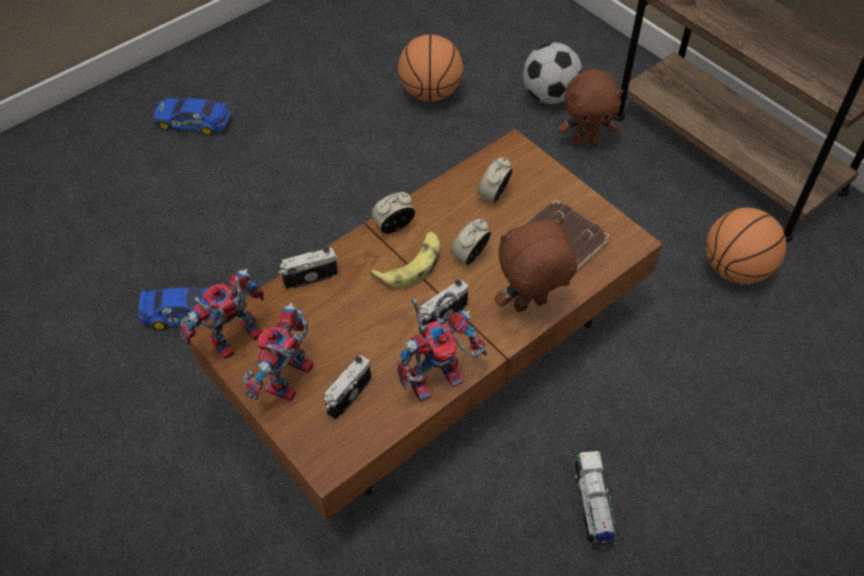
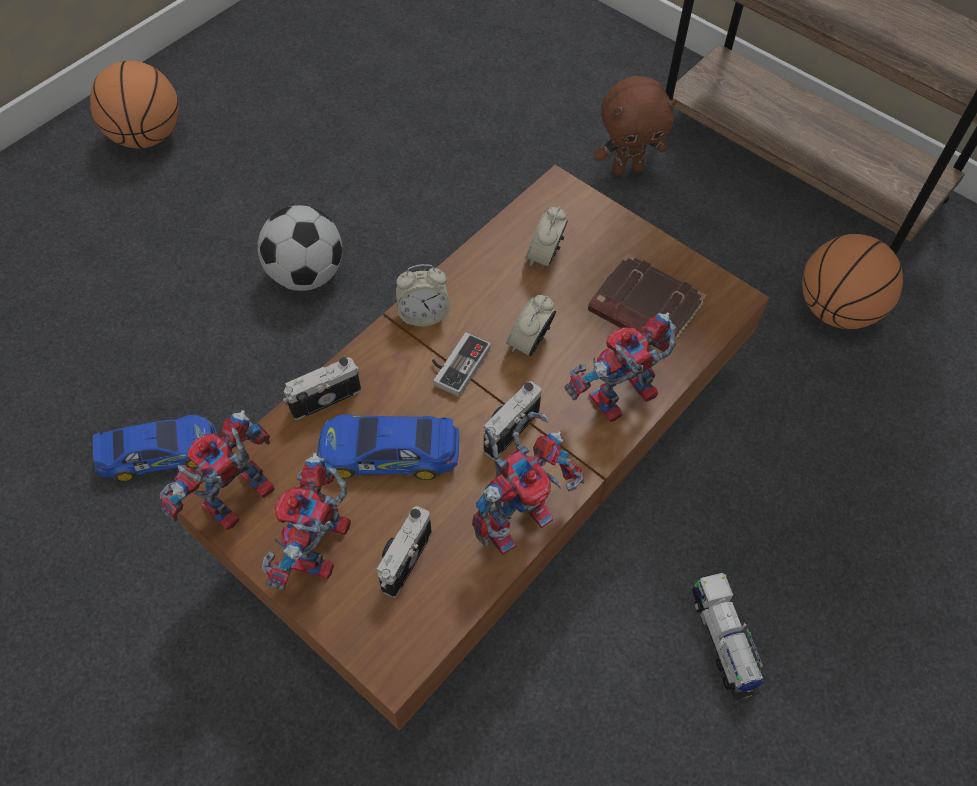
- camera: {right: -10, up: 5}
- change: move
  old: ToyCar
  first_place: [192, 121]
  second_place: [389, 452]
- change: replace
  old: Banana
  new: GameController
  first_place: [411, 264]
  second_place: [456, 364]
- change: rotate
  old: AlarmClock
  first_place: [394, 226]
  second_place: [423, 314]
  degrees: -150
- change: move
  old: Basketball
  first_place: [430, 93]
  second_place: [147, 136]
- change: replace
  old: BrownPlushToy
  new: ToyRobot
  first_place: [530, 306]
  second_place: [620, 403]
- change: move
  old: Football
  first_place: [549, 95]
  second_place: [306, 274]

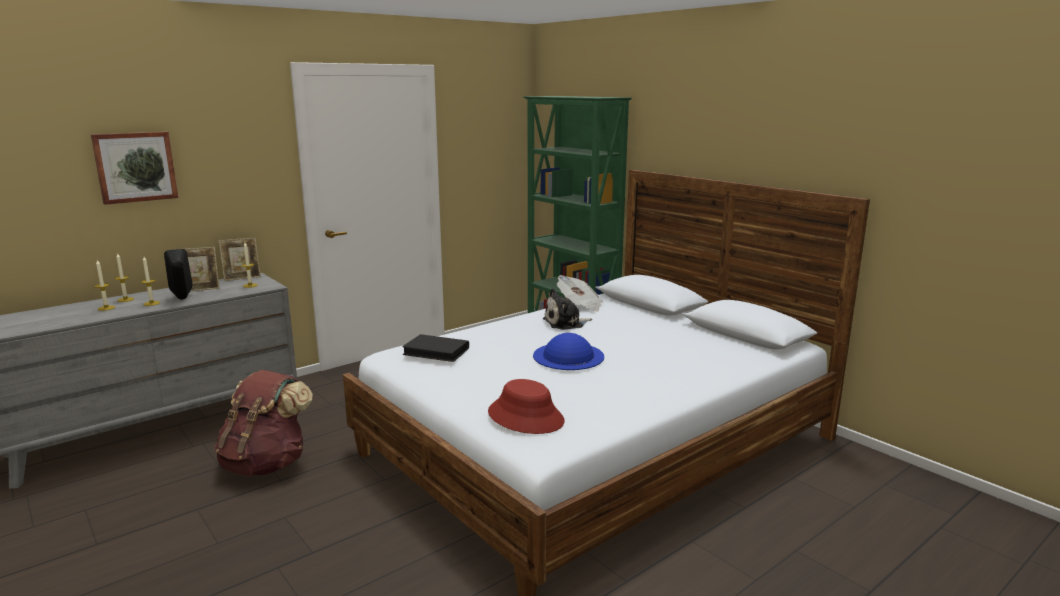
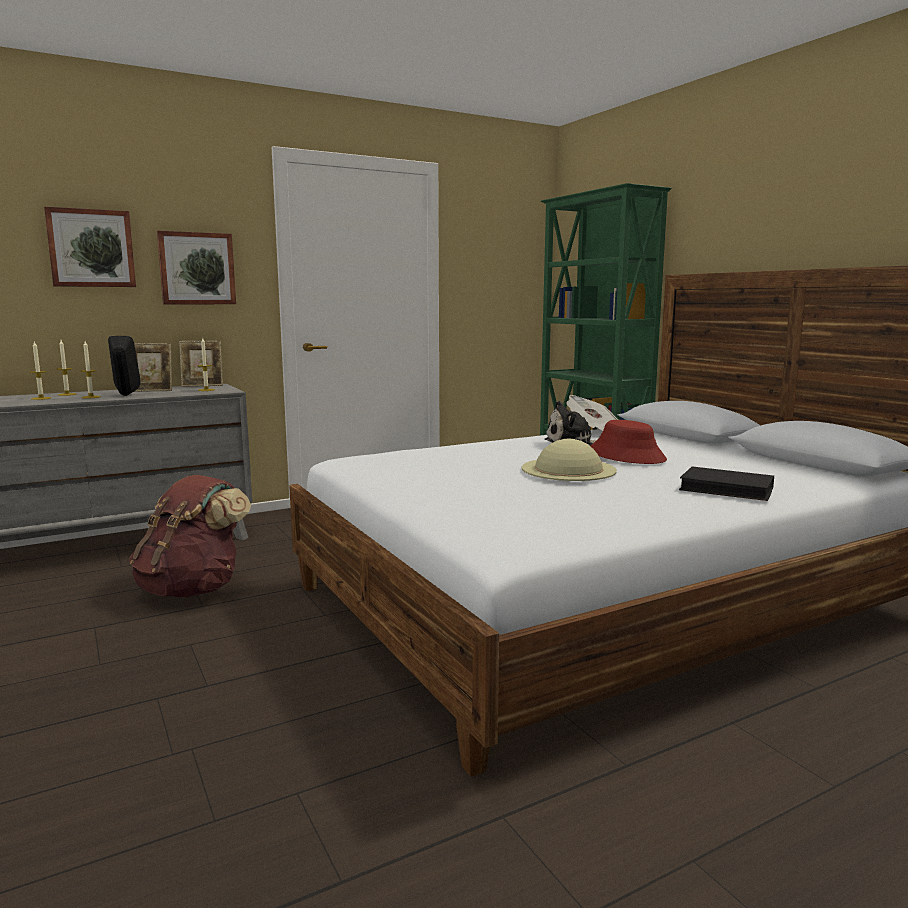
- camera: {right: 10, up: -5}
- change: move
  old: BlackBook
  first_place: [436, 351]
  second_place: [727, 489]
- change: move
  old: RedHat
  first_place: [526, 417]
  second_place: [626, 456]
- change: recolor
  old: BlueHat
  new: BeigeHat
  first_place: [568, 356]
  second_place: [568, 469]
- change: insert
  new: Picture
  second_place: [197, 268]

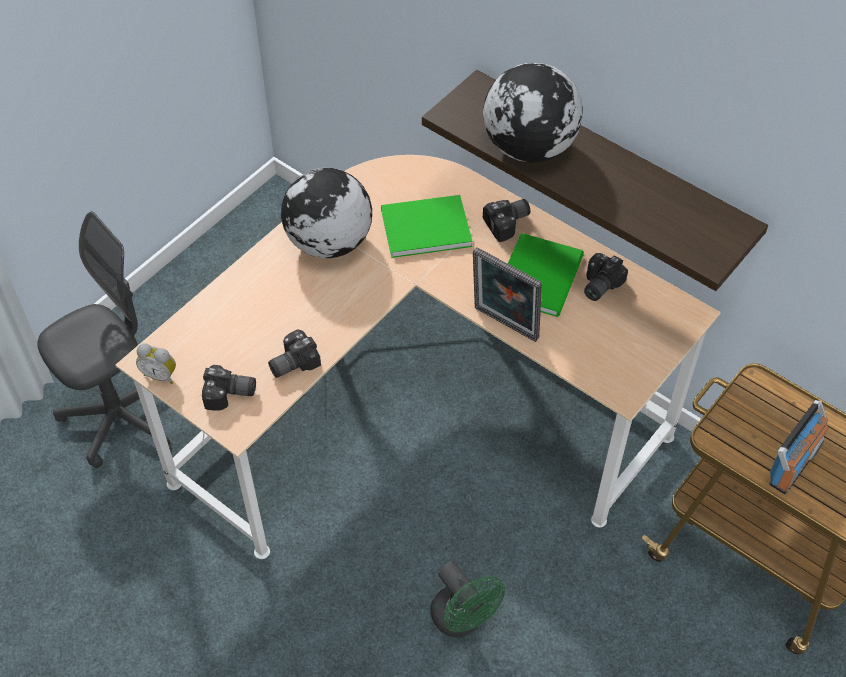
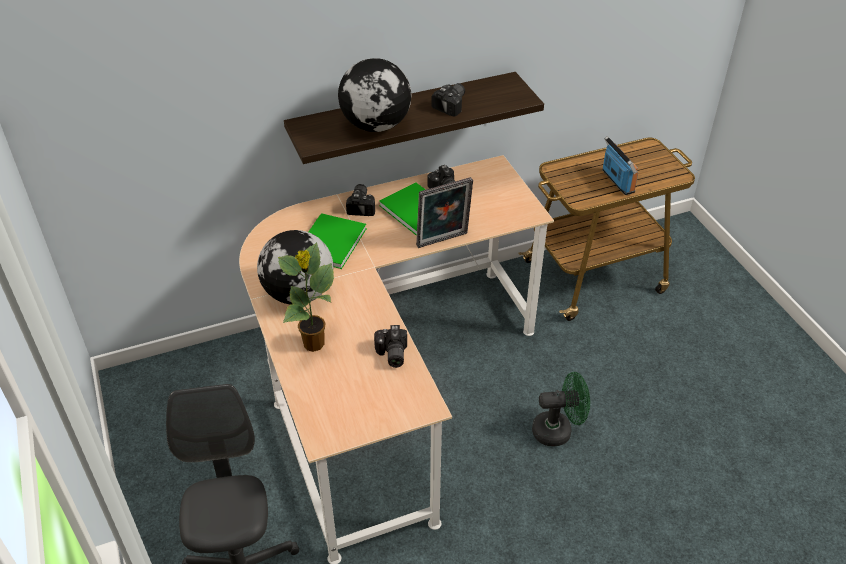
- camera: {right: -60, up: -10}
- change: delete
  old: AlarmClock
  first_place: [161, 375]
- change: move
  old: PhotoCamera
  first_place: [230, 395]
  second_place: [452, 105]
- change: insert
  new: PottedPlant
  second_place: [314, 345]

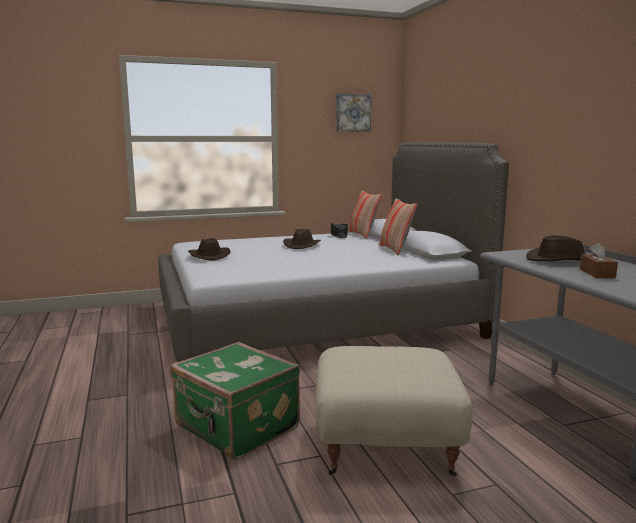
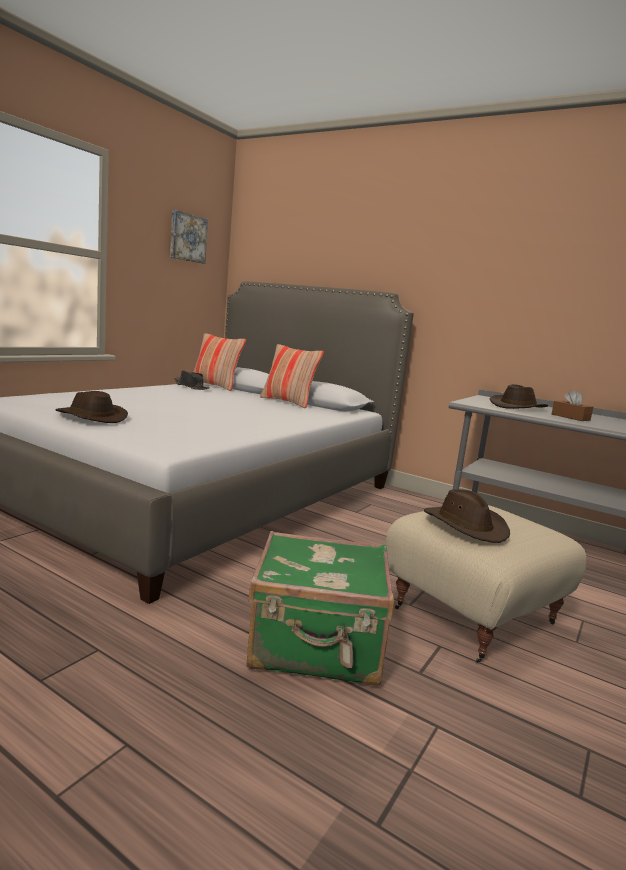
- camera: {right: -40, up: 0}
- change: move
  old: BrownHat
  first_place: [302, 245]
  second_place: [465, 525]

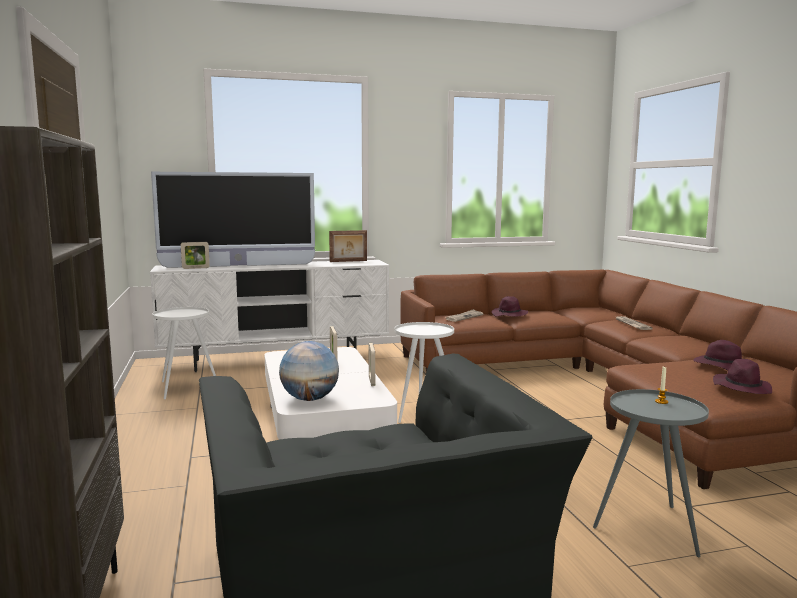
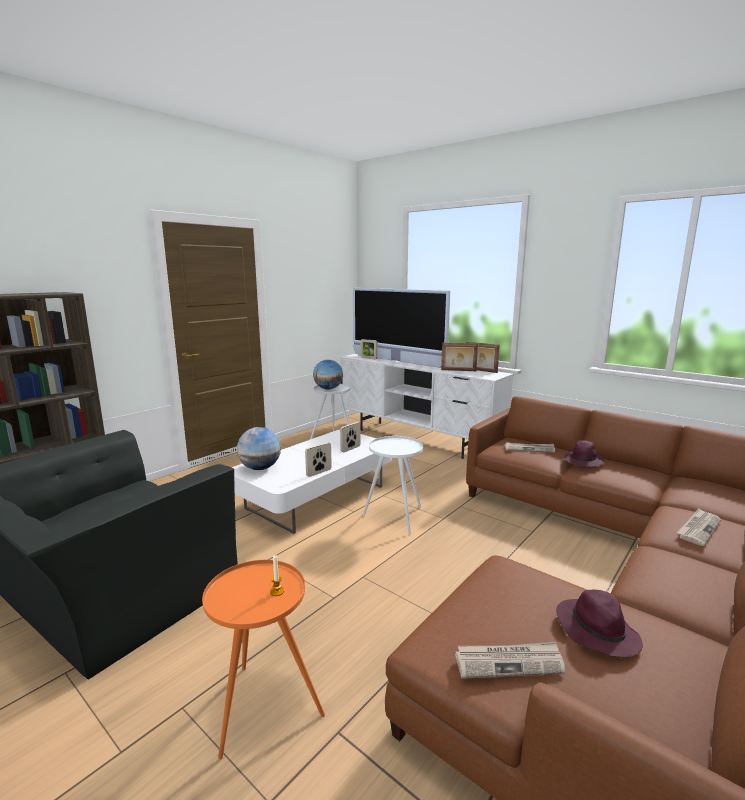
- camera: {right: 55, up: 5}
- change: recolor
  old: GreySideTable
  new: OrangeSideTable
  first_place: [648, 528]
  second_place: [264, 706]
- change: replace
  old: PurpleHat
  new: Newspaper
  first_place: [741, 388]
  second_place: [509, 662]
- change: insert
  new: Globe
  second_place: [328, 389]
- change: insert
  new: PictureFrame
  second_place: [458, 370]

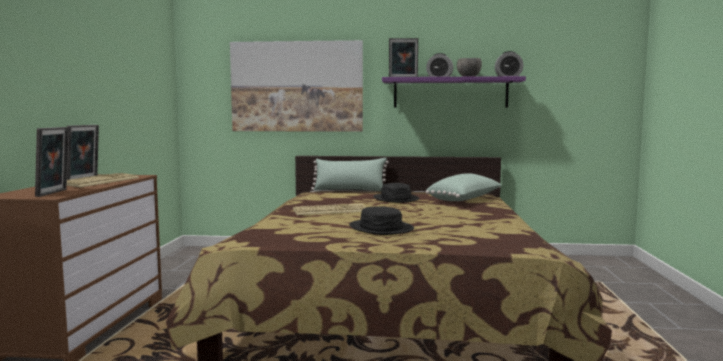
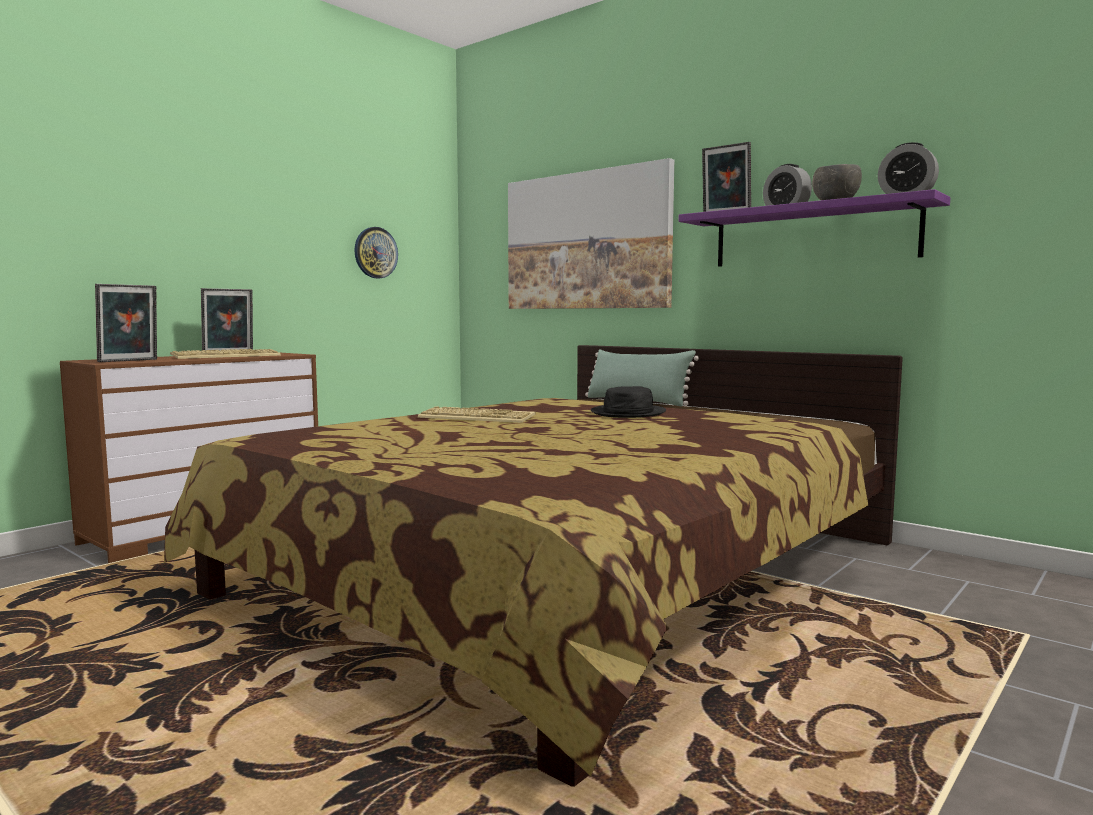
- camera: {right: 35, up: 0}
- change: delete
  old: BlackHat
  first_place: [380, 228]
- change: delete
  old: GreenPillow
  first_place: [465, 200]
- change: insert
  new: WallClock
  second_place: [375, 252]

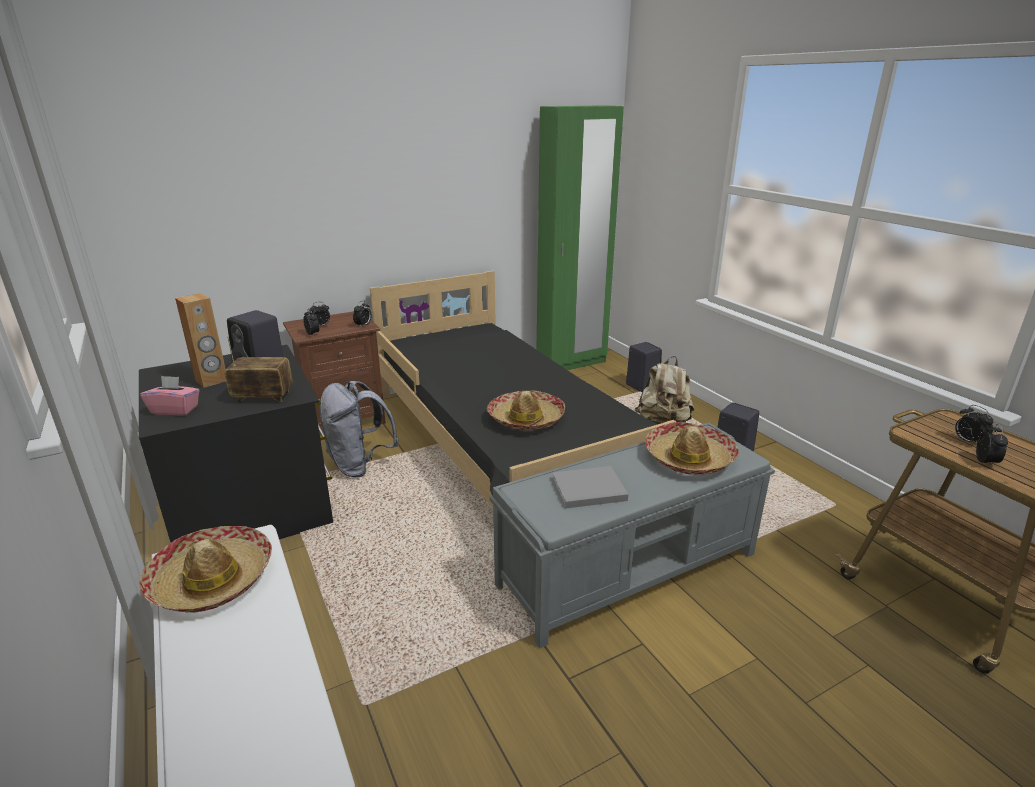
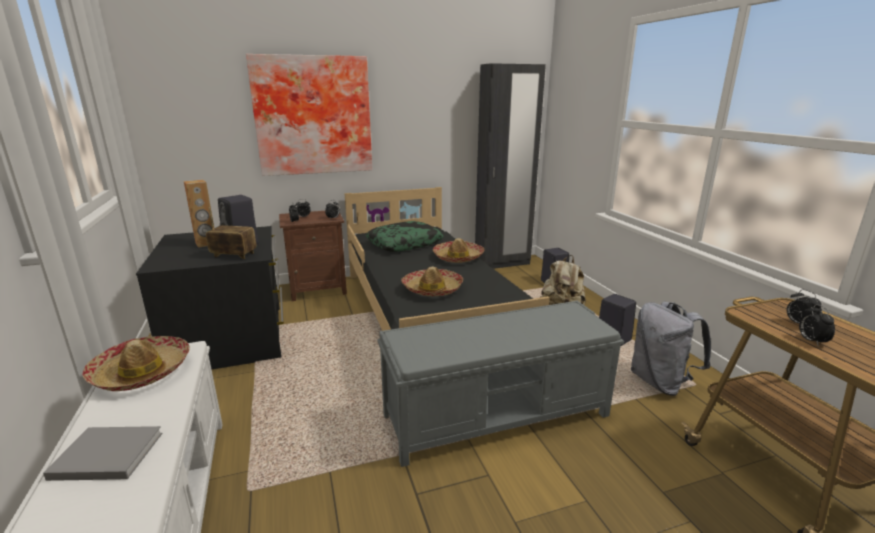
- camera: {right: 10, up: -5}
- change: delete
  old: PinkTissueBox
  first_place: [175, 410]
- change: move
  old: GreyBackpack
  first_place: [360, 465]
  second_place: [660, 382]
- change: recolor
  old: GreenWardrobe
  new: BlackWardrobe
  first_place: [571, 363]
  second_place: [502, 264]
- change: move
  old: GreyBook
  first_place: [586, 489]
  second_place: [105, 455]
- change: move
  old: Hat
  first_place: [689, 458]
  second_place: [458, 257]
- change: rotate
  old: AlarmClock
  first_place: [986, 462]
  second_place: [811, 341]
  degrees: 150
- change: insert
  new: Picture
  second_place: [313, 116]
- change: insert
  new: Pillow
  second_place: [404, 244]

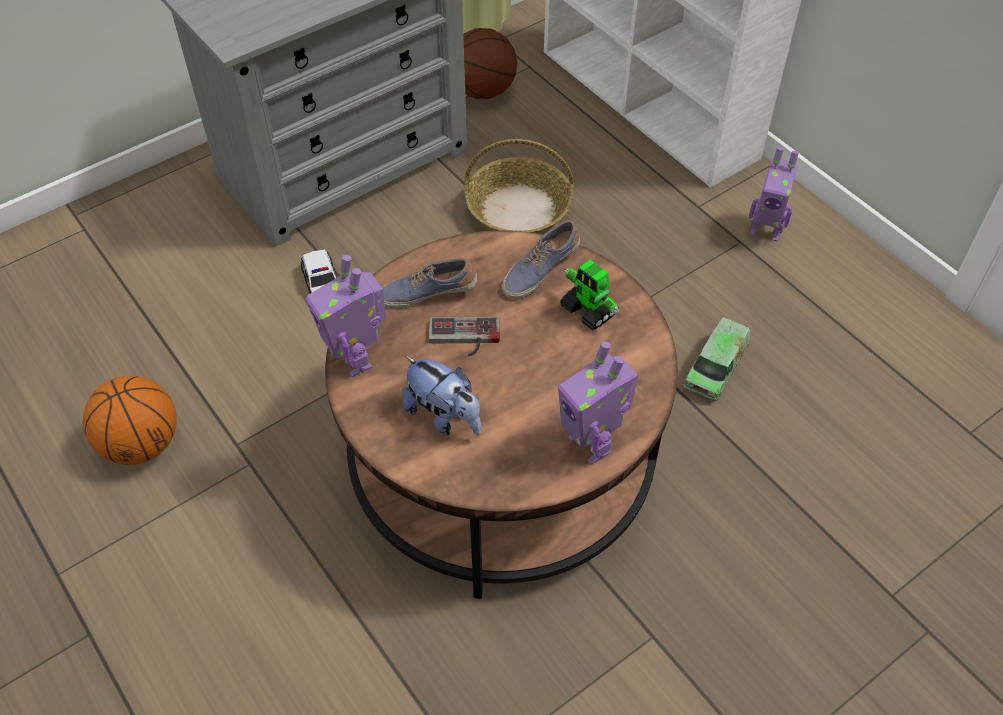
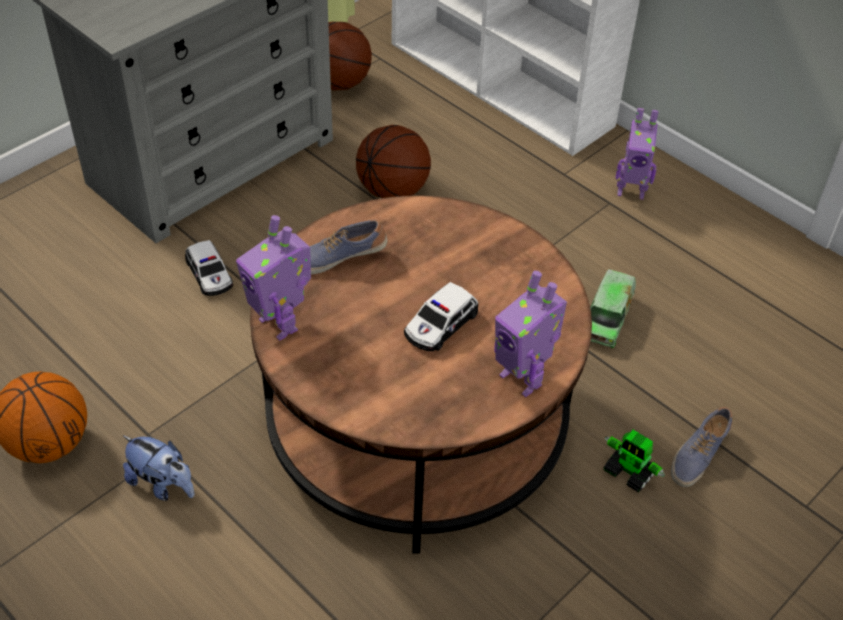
- camera: {right: -10, up: -5}
- change: move
  old: PlushToy
  first_place: [444, 416]
  second_place: [163, 484]
- change: delete
  old: GameController
  first_place: [464, 339]
- change: replace
  old: Basket
  new: Basketball
  first_place: [519, 209]
  second_place: [393, 190]
- change: move
  old: Shoe
  first_place: [539, 270]
  second_place: [698, 454]
- change: move
  old: ToyRobot
  first_place: [589, 311]
  second_place: [629, 473]
- change: insert
  new: ToyCar
  second_place: [440, 325]

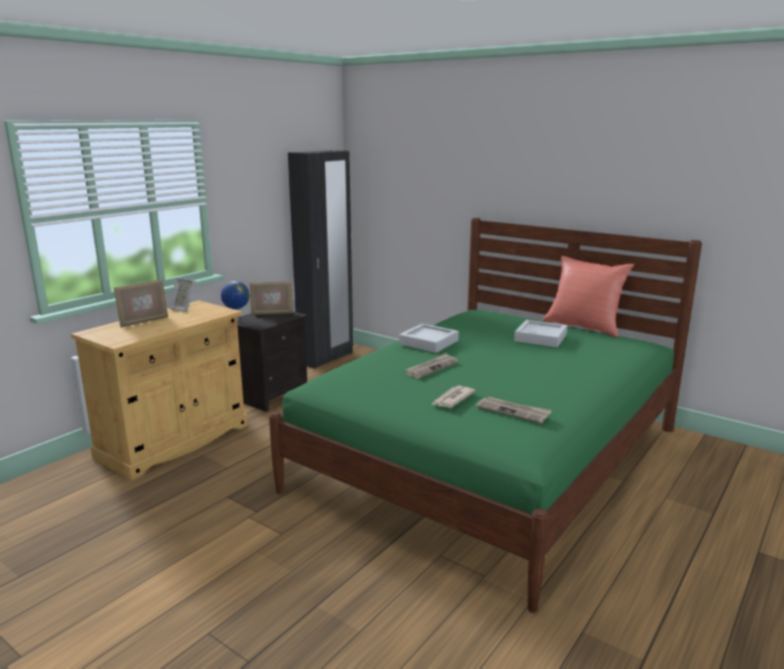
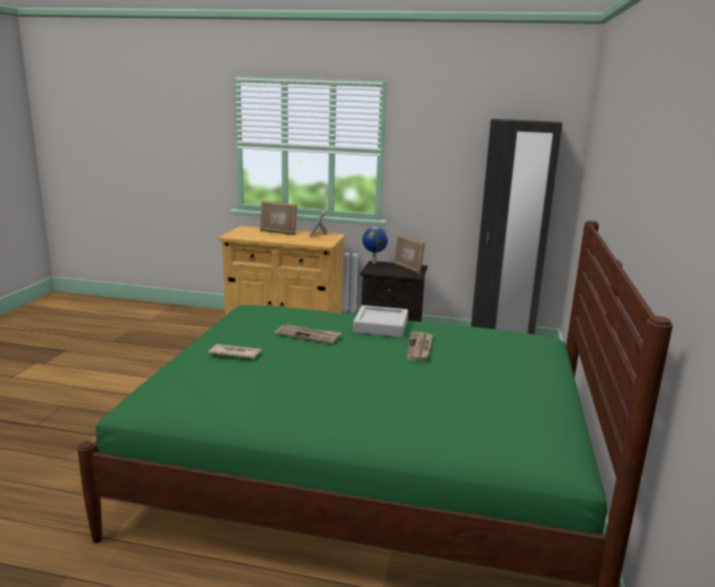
- camera: {right: 65, up: 0}
- change: move
  old: Newspaper
  first_place: [513, 411]
  second_place: [420, 348]
- change: delete
  old: GreyTray
  first_place: [540, 338]
- change: delete
  old: RedPillow
  first_place: [583, 326]

